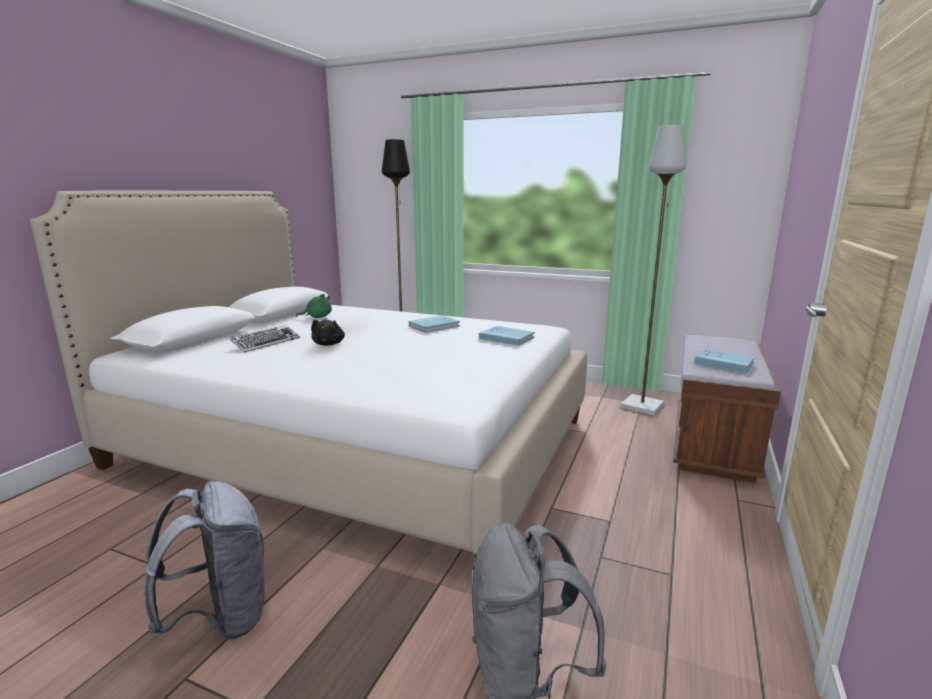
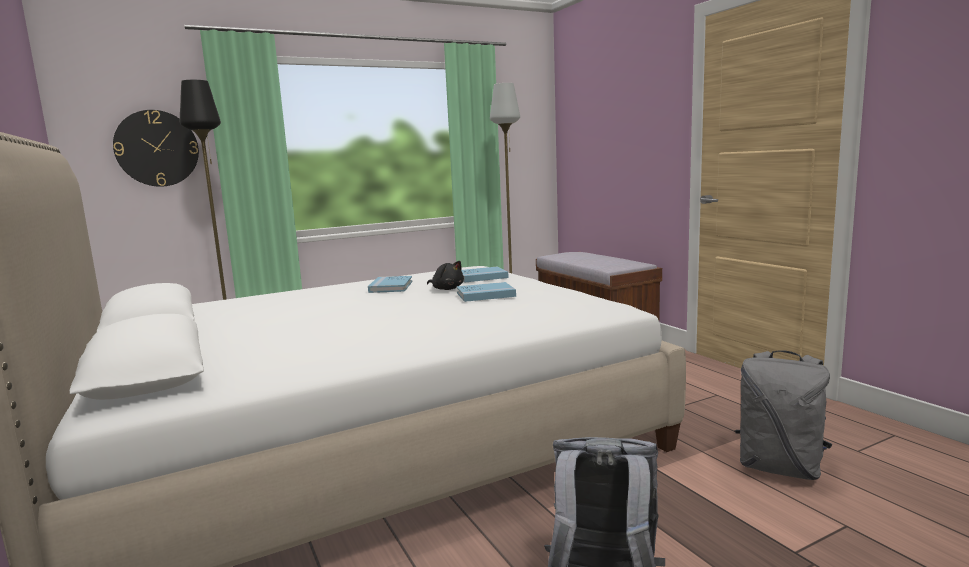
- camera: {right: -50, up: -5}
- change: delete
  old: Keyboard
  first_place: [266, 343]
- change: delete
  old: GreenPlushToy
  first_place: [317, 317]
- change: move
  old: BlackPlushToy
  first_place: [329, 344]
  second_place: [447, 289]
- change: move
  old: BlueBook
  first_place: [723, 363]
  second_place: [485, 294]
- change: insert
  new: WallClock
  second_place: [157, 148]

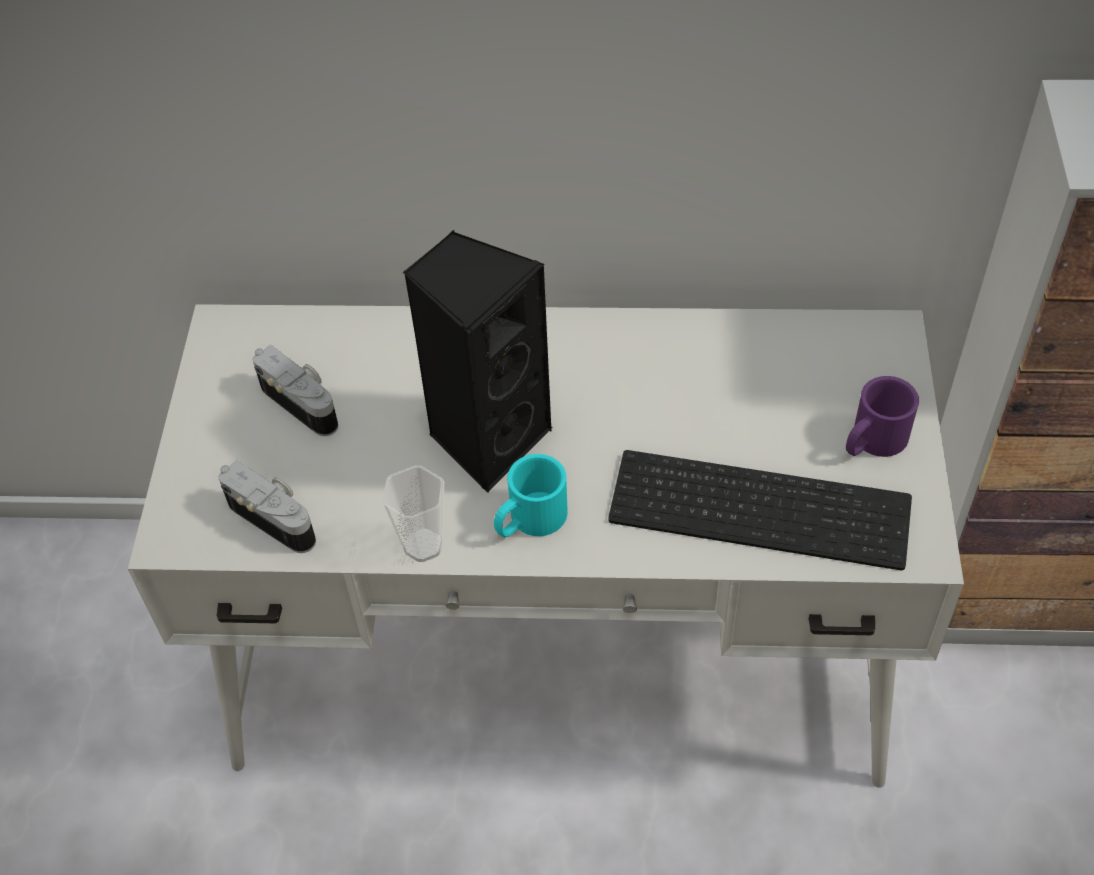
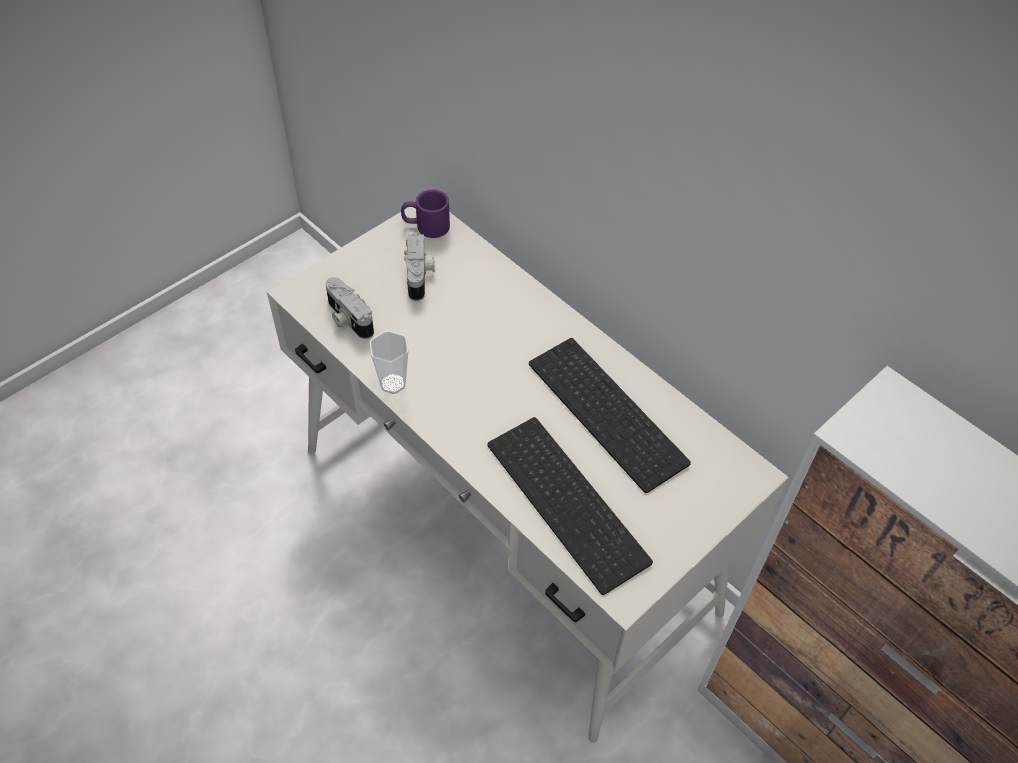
- camera: {right: 40, up: 0}
- change: rotate
  old: PhotoCamera
  first_place: [275, 517]
  second_place: [348, 319]
  degrees: 150
- change: delete
  old: BlackSpeaker
  first_place: [487, 438]
- change: delete
  old: TurquoiseMug
  first_place: [529, 520]
- change: move
  old: PurpleMug
  first_place: [872, 442]
  second_place: [426, 226]
- change: insert
  new: Keyboard
  second_place: [610, 412]

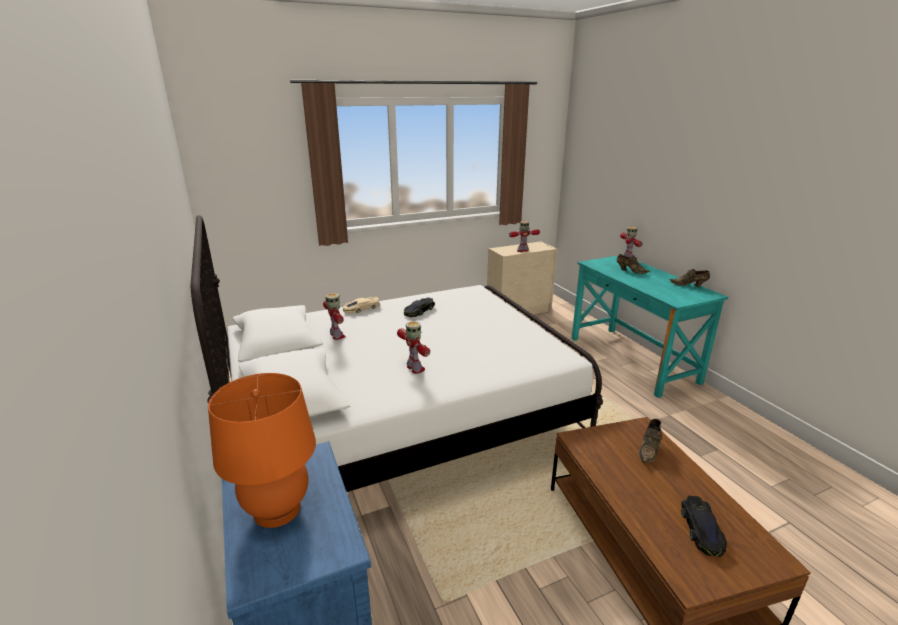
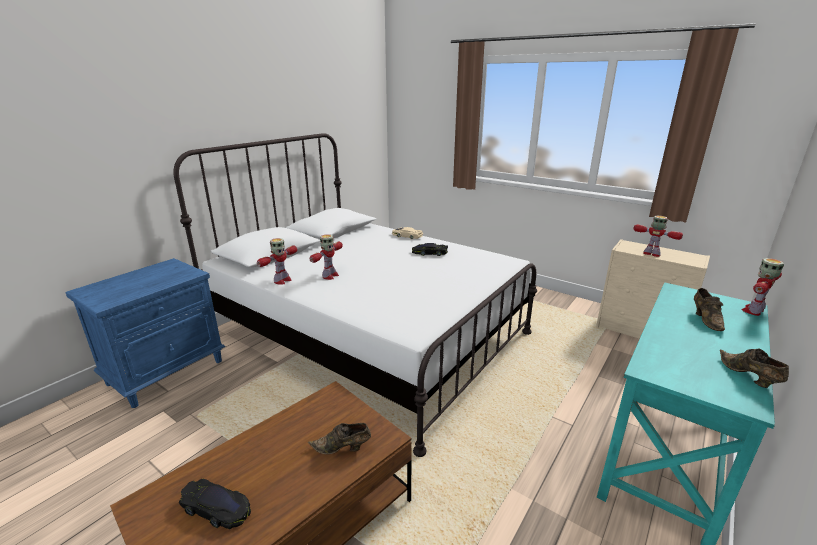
- camera: {right: 60, up: 0}
- change: delete
  old: OrangeTableLamp
  first_place: [277, 510]
- change: move
  old: ToyRobot
  first_place: [337, 336]
  second_place: [282, 281]
- change: rotate
  old: BlackToyCar
  first_place: [701, 530]
  second_place: [216, 508]
  degrees: -135

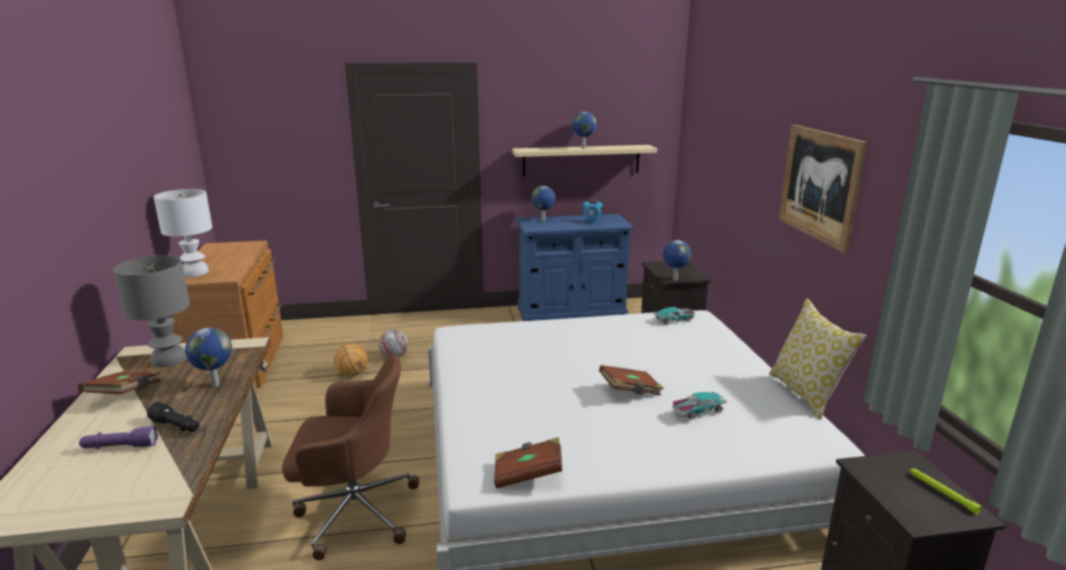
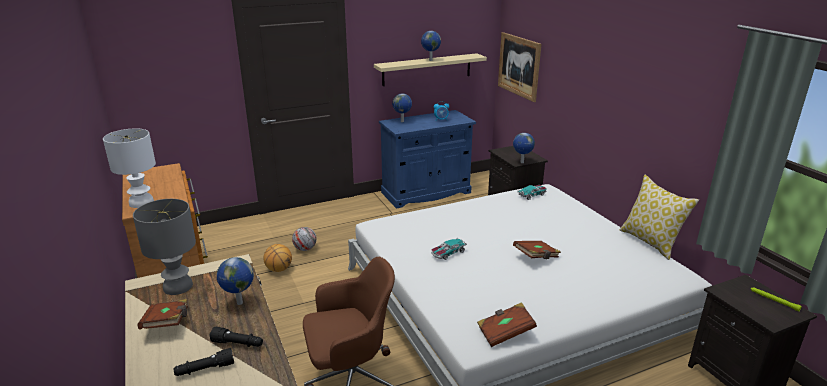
- camera: {right: -15, up: 5}
- change: recolor
  old: PurpleFlashlight
  new: BlackFlashlight
  first_place: [120, 447]
  second_place: [205, 369]
- change: move
  old: ToyCar
  first_place: [697, 411]
  second_place: [448, 253]
- change: move
  old: Picture
  first_place: [820, 185]
  second_place: [519, 66]

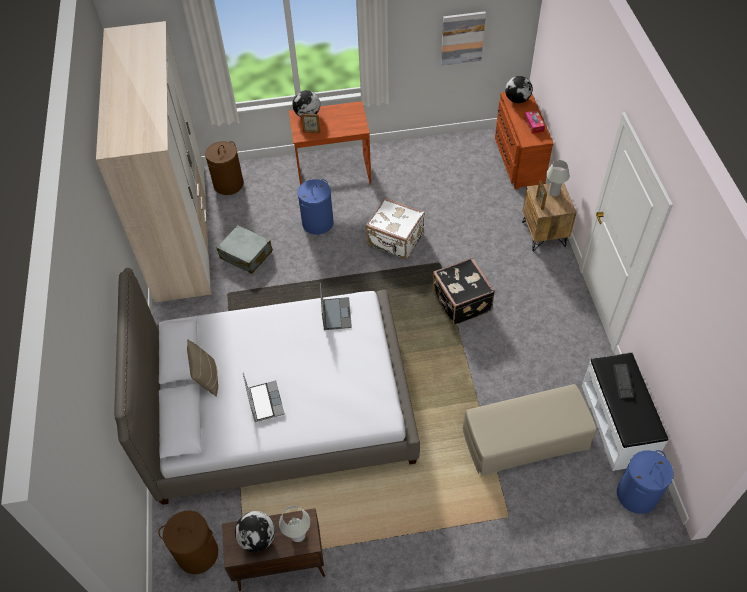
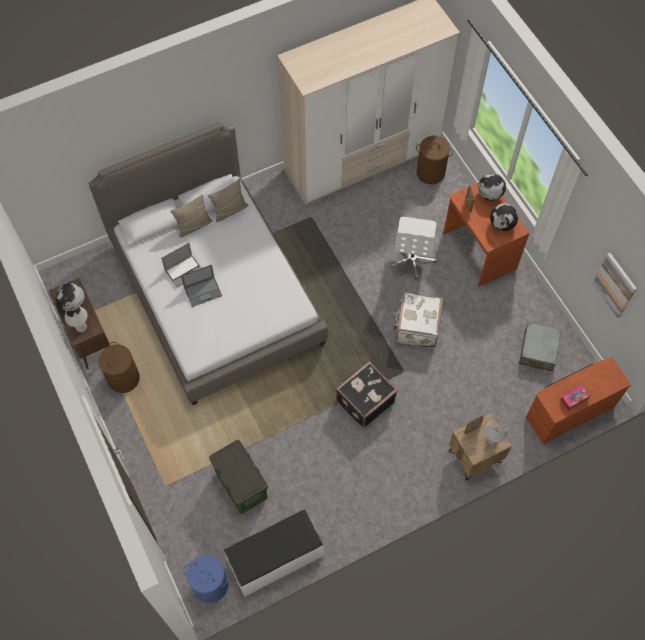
- camera: {right: 70, up: 10}
- change: move
  old: BrownLaundryBasket
  first_place: [197, 553]
  second_place: [123, 378]
- change: move
  old: GreySuitcase
  first_place: [246, 255]
  second_place: [538, 350]
- change: replace
  old: BlueLaundryBasket
  new: WhiteOfficeChair
  first_place: [317, 223]
  second_place: [412, 258]
- change: move
  old: Laptop
  first_place: [336, 313]
  second_place: [203, 291]
- change: replace
  old: BeigeOttoman
  new: StorageBox
  first_place: [526, 437]
  second_place: [240, 485]
- change: move
  old: Globe
  first_place: [517, 99]
  second_place: [502, 224]
- change: delete
  old: Keyboard
  first_place: [622, 381]
- change: insert
  new: BeigePillow
  second_place: [230, 210]

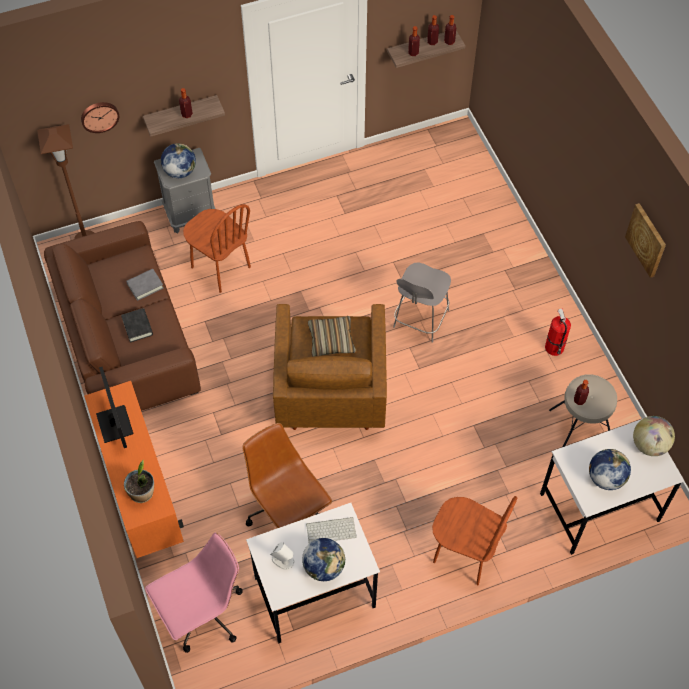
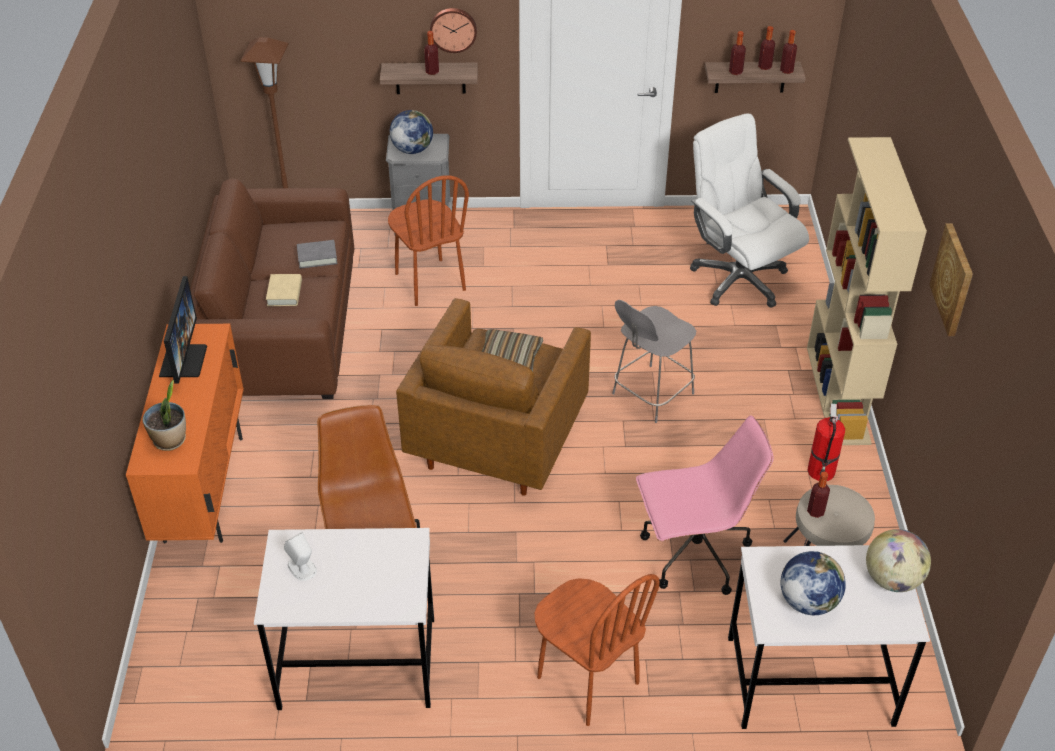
- camera: {right: 20, up: -15}
- change: move
  old: WallClock
  first_place: [99, 116]
  second_place: [453, 29]
- change: recolor
  old: BlackBook
  new: BeigeBook
  first_place: [137, 327]
  second_place: [284, 293]
- change: move
  old: PinkOfficeChair
  first_place: [203, 614]
  second_place: [693, 555]
- change: delete
  old: Globe
  first_place: [324, 567]
- change: delete
  old: Keyboard
  first_place: [331, 530]
- change: insert
  new: WhiteOfficeChair
  second_place: [738, 279]
- change: insert
  new: BeigeBookcase
  second_place: [838, 395]

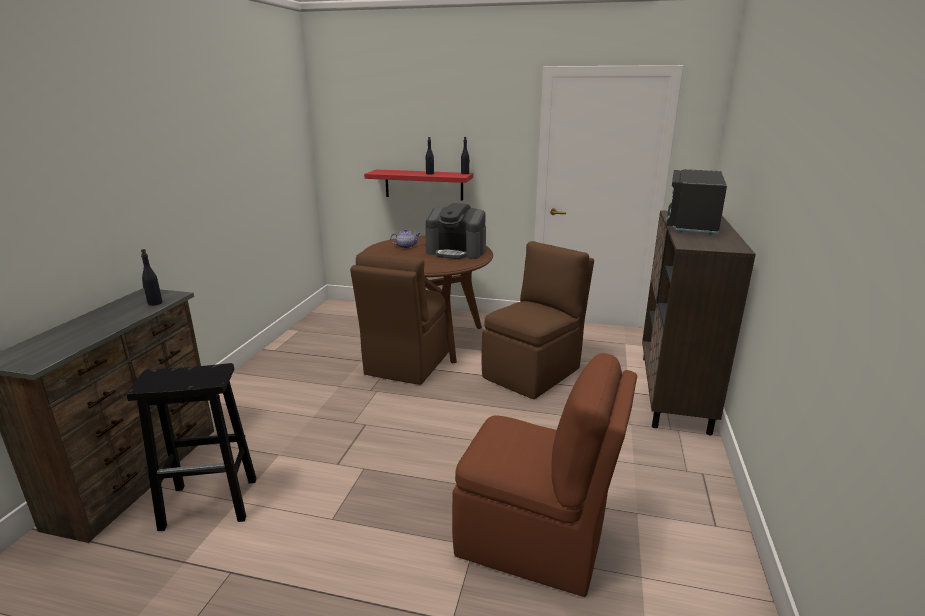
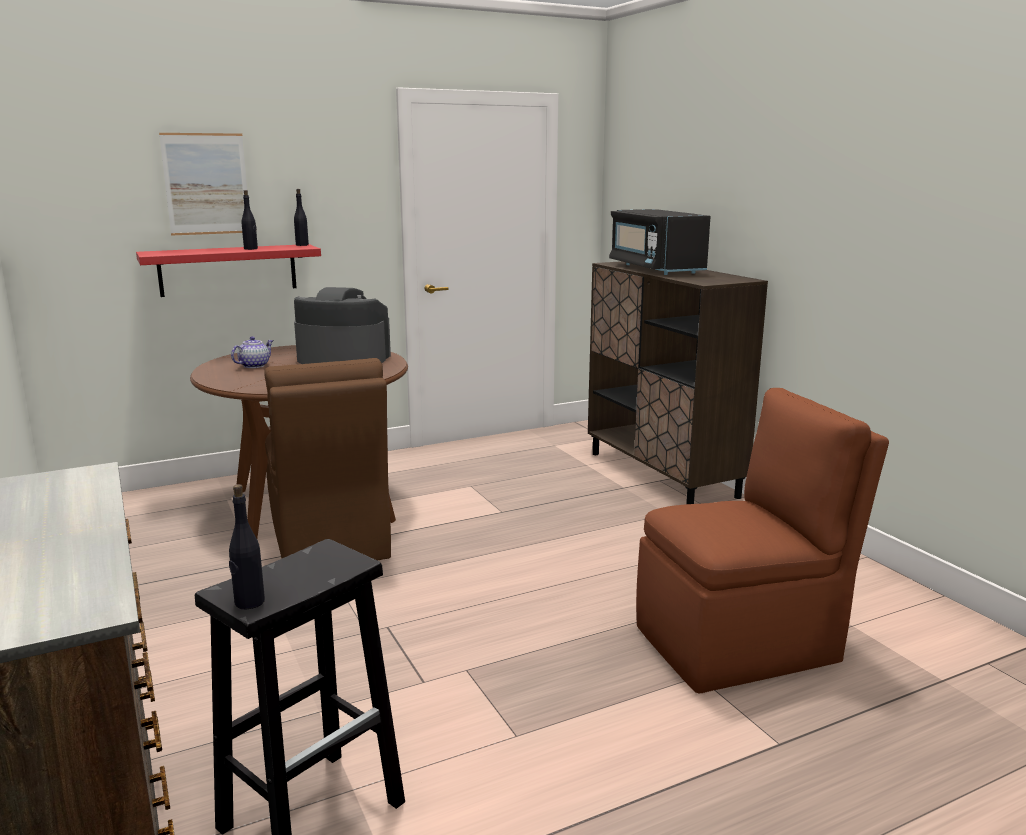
- camera: {right: -40, up: -5}
- change: move
  old: BlackBottle
  first_place: [155, 303]
  second_place: [249, 602]
- change: rotate
  old: CoffeeMachine
  first_place: [456, 252]
  second_place: [343, 358]
  degrees: -150
- change: delete
  old: BrownChair
  first_place: [533, 372]
- change: insert
  new: Picture
  second_place: [206, 184]

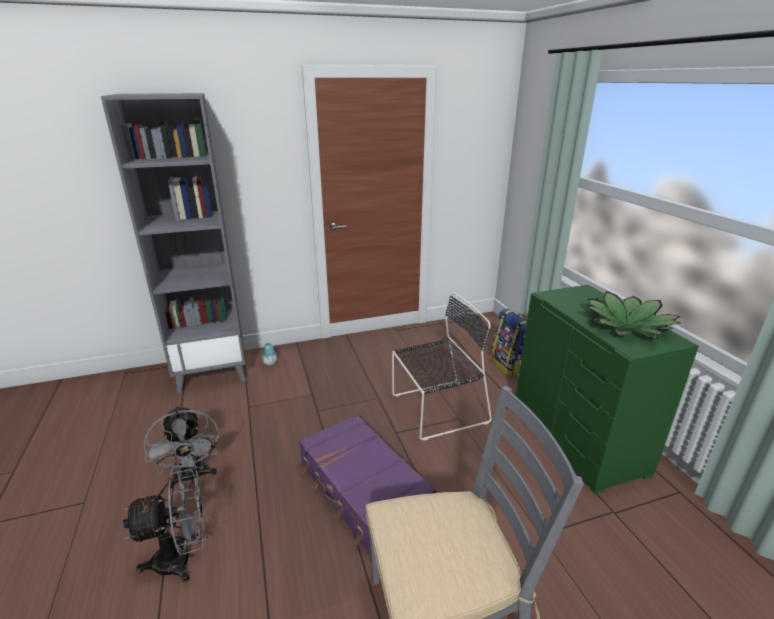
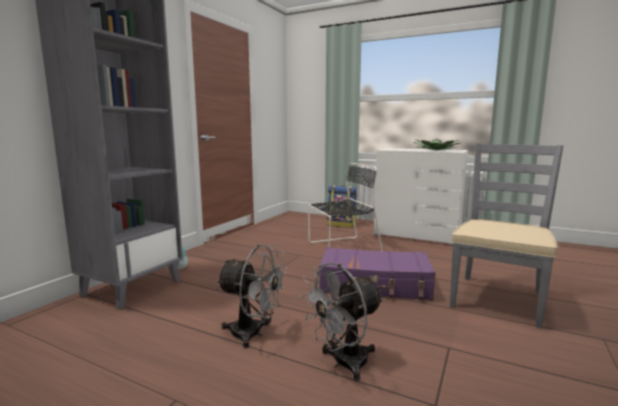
- camera: {right: -45, up: -15}
- change: rotate
  old: GreyFan
  first_place: [183, 558]
  second_place: [343, 363]
  degrees: -150
- change: rotate
  old: BlackChair
  first_place: [436, 409]
  second_place: [341, 247]
  degrees: 45
- change: recolor
  old: GreenDresser
  new: WhiteDresser
  first_place: [578, 438]
  second_place: [417, 235]

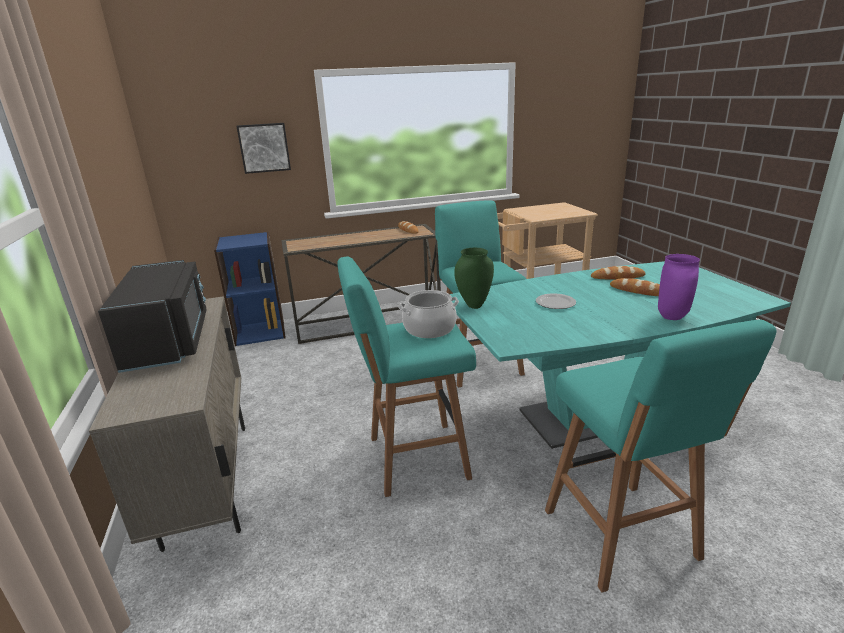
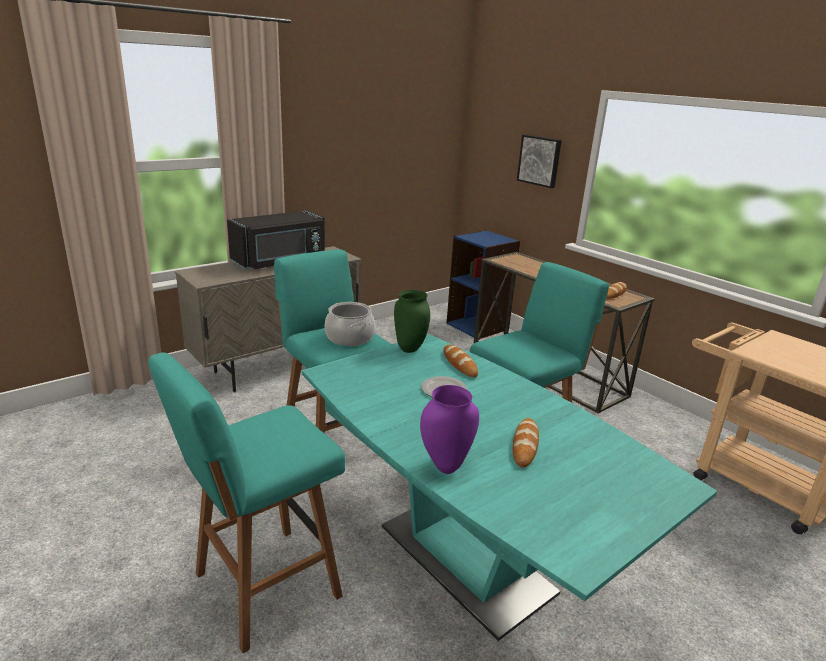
- camera: {right: 65, up: 0}
- change: move
  old: Bread
  first_place: [617, 277]
  second_place: [459, 363]

